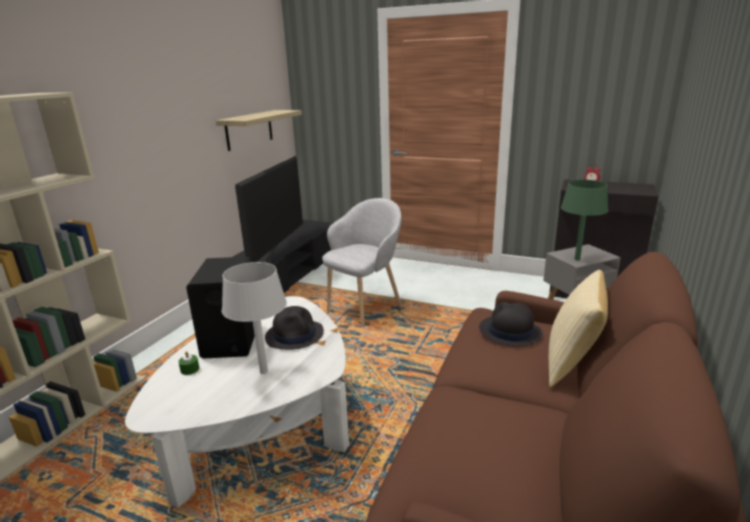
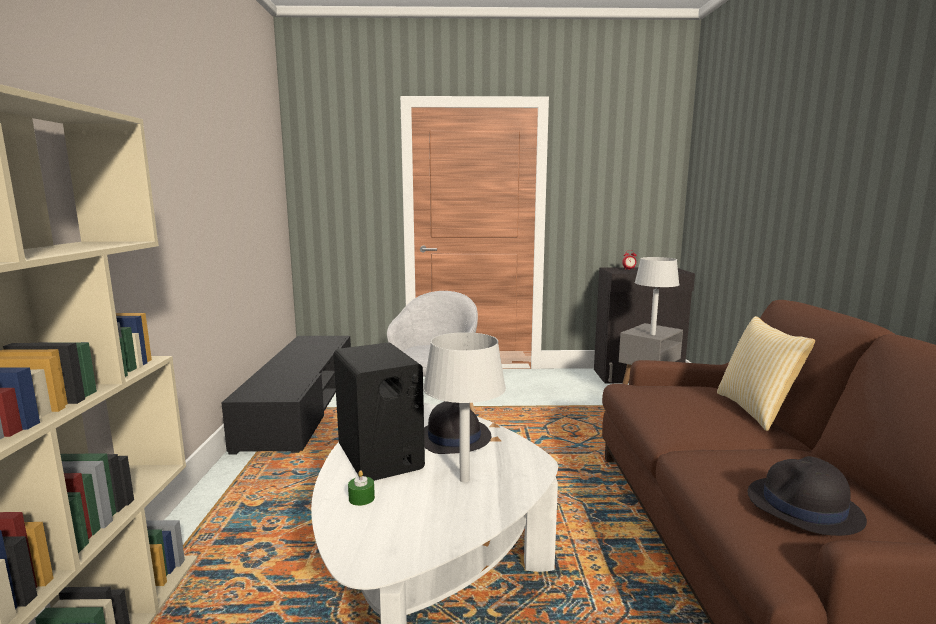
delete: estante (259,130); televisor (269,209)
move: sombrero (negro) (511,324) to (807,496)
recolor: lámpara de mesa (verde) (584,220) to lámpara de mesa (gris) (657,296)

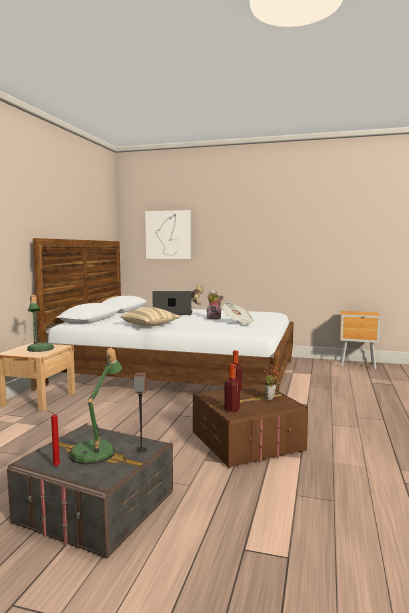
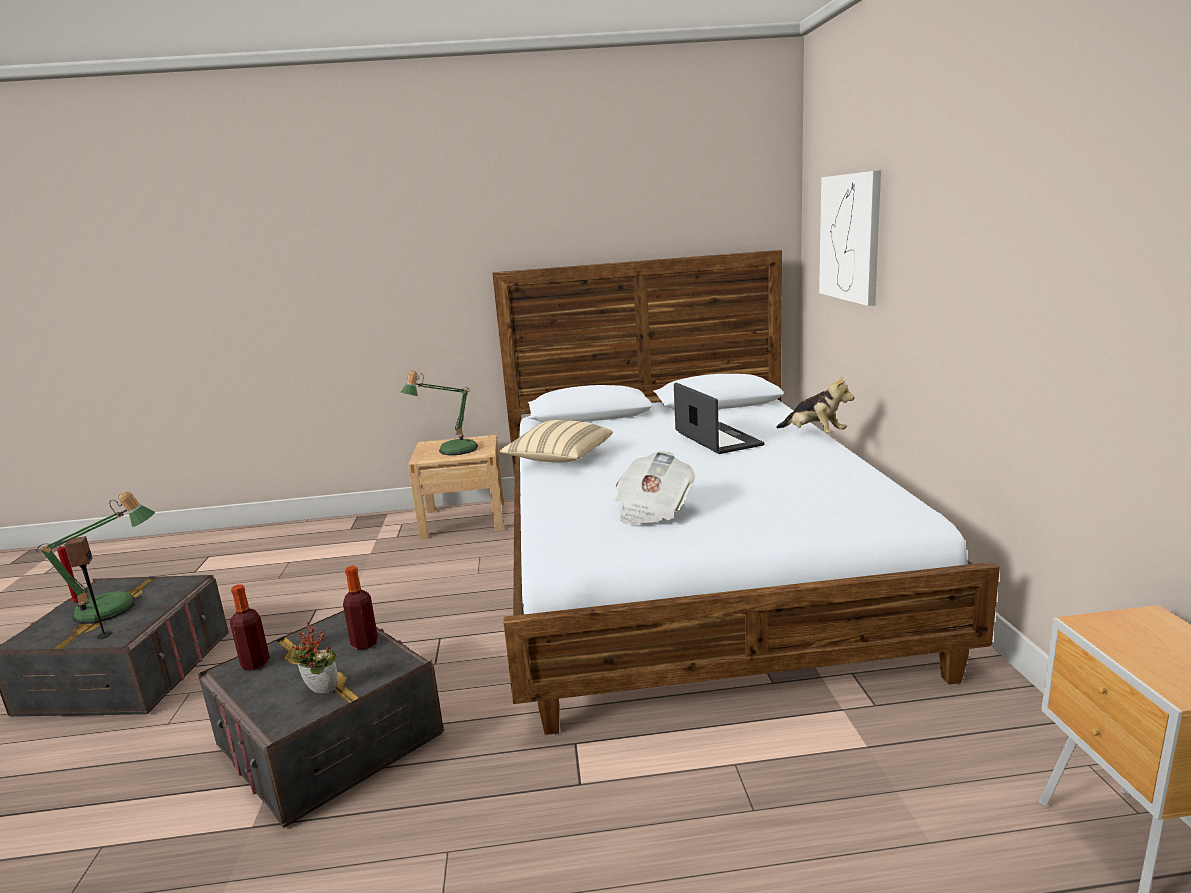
delete: peluche (215,304)
recolor: caja de almacenaje (marrón) (250,425) to caja de almacenaje (gris) (321,720)

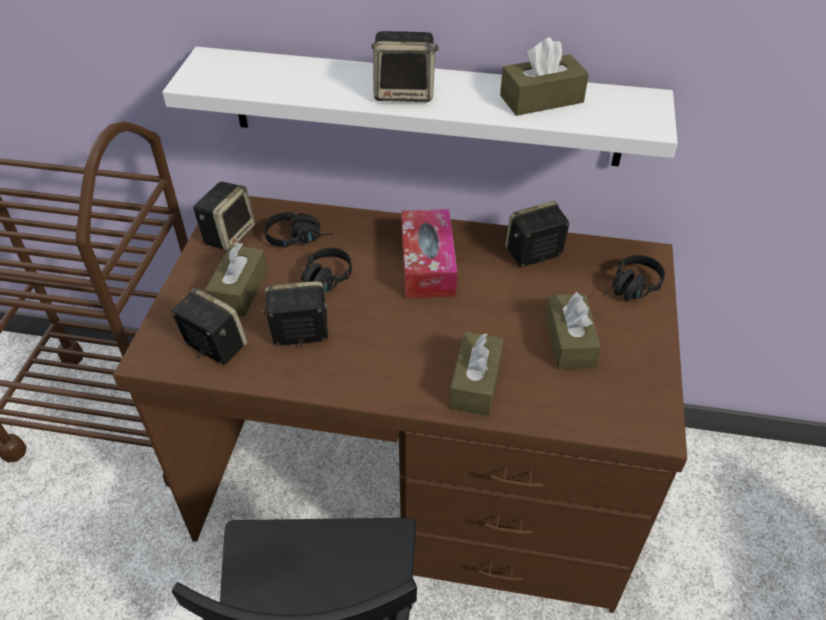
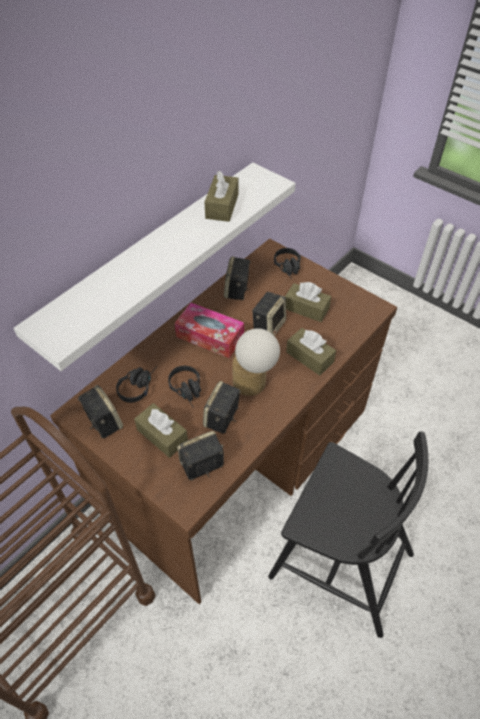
insert: lámpara de mesa (256,362)
move: altavoz (405,66) to (269,314)

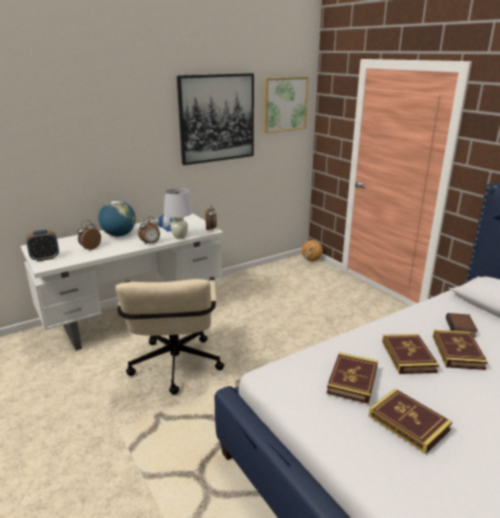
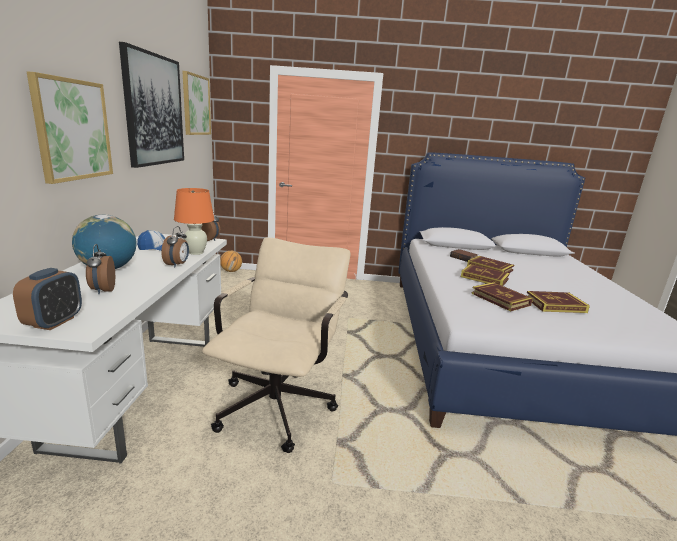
insert: cuadro (70,127)
recolor: lámpara de mesa (blanco) (178,213) to lámpara de mesa (naranja) (194,221)
rotate: silla de oficina (beis) (170,336) = (276,345) 105 degrees counterclockwise

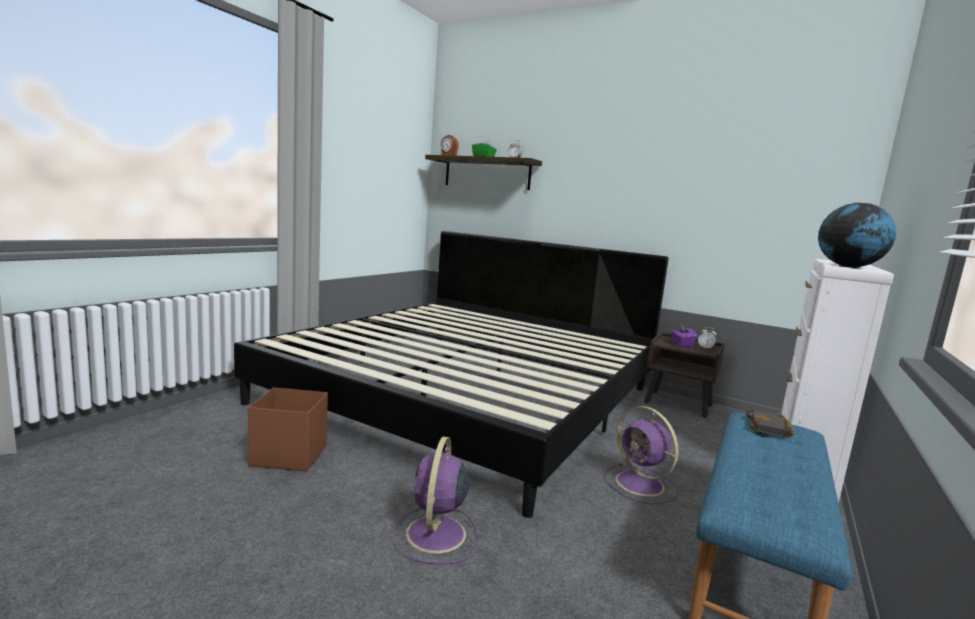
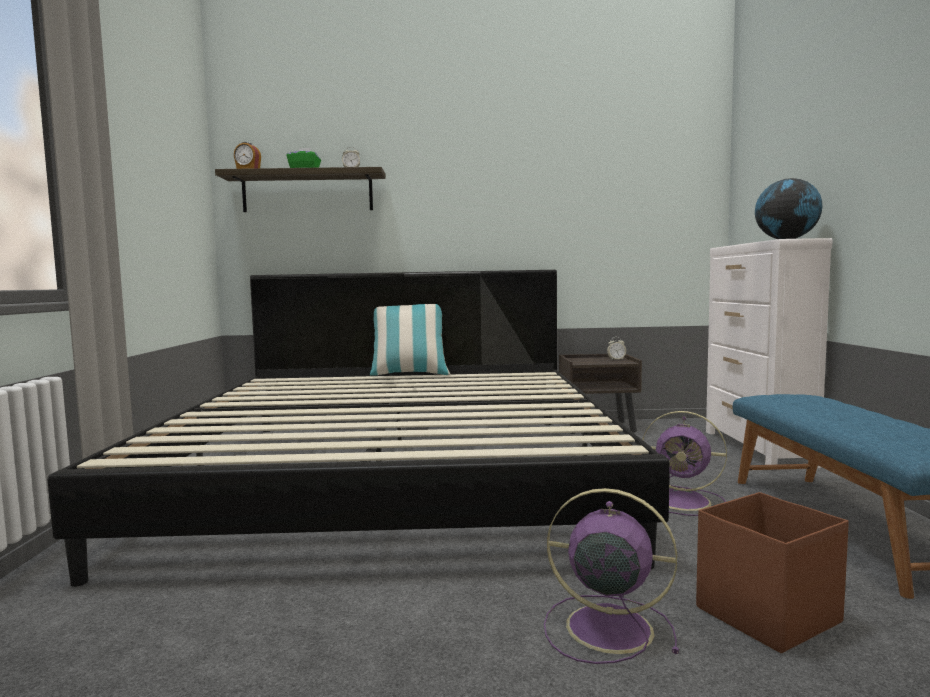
delete: caja de pañuelos (morado) (684,336); libro (negro) (770,423)
insert: cojín (410,340)
move: caja de almacenaje (marrón) (288,429) to (772,572)
rotate: ventilador (morado) (436,501) = (611,576) 135 degrees clockwise

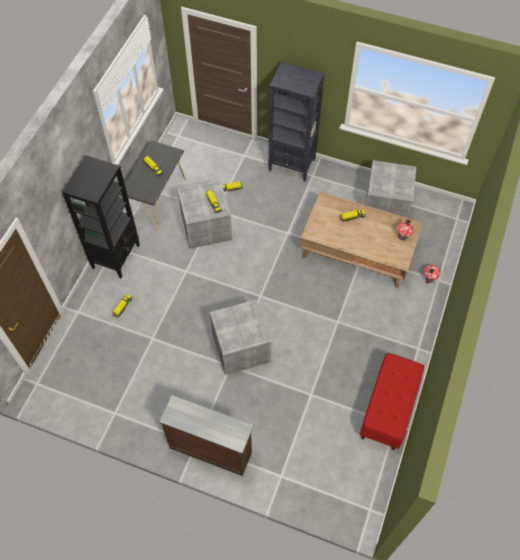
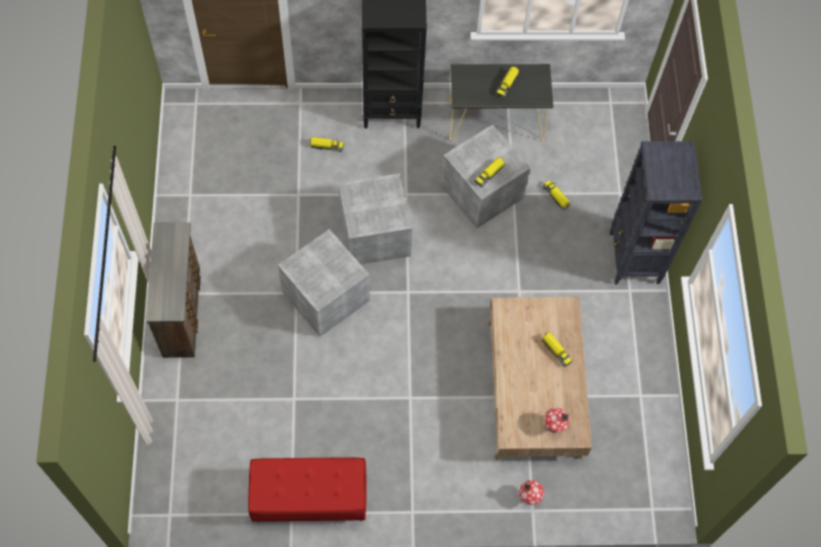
move: caja de almacenaje (gris) (390,189) to (375,219)

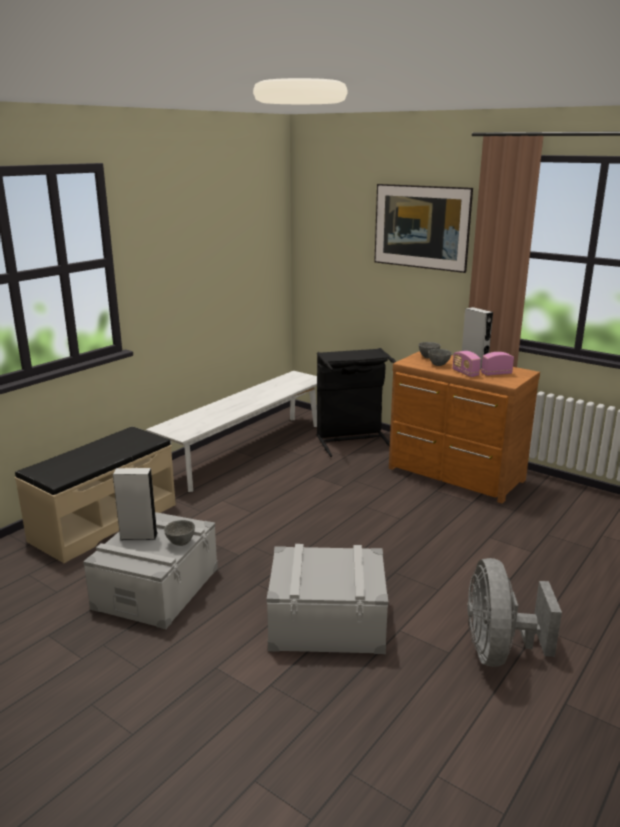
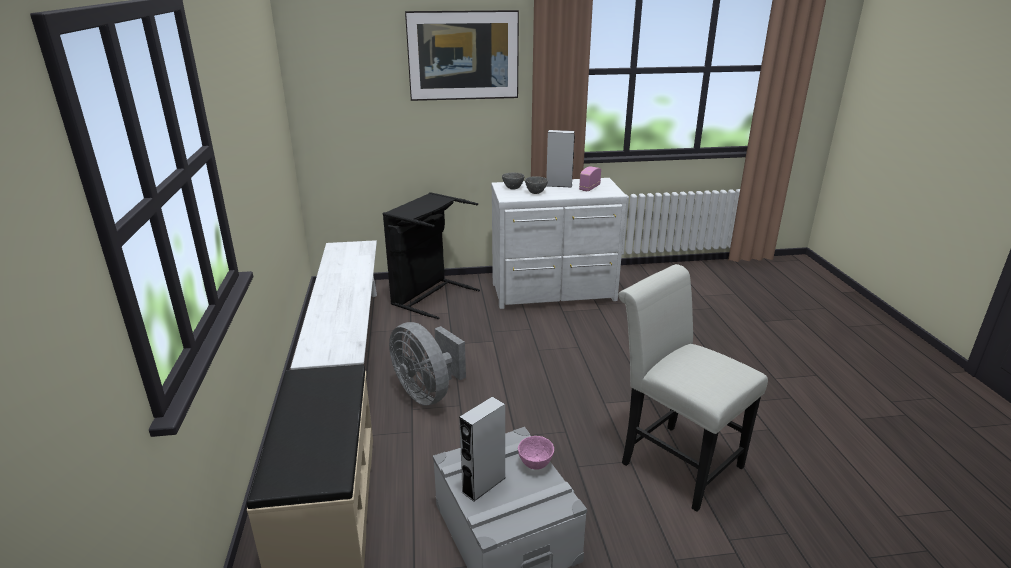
delete: radio (467,364)
move: ventilador (gris) (514,612) to (427,364)
replace: caja de almacenaje (gris) (327,599) to silla (blanco) (693,388)
recolor: cómoda (marrón) (464,427) to cómoda (blanco) (559,243); cuenco (gris) (179,533) to cuenco (rosa) (536,453)

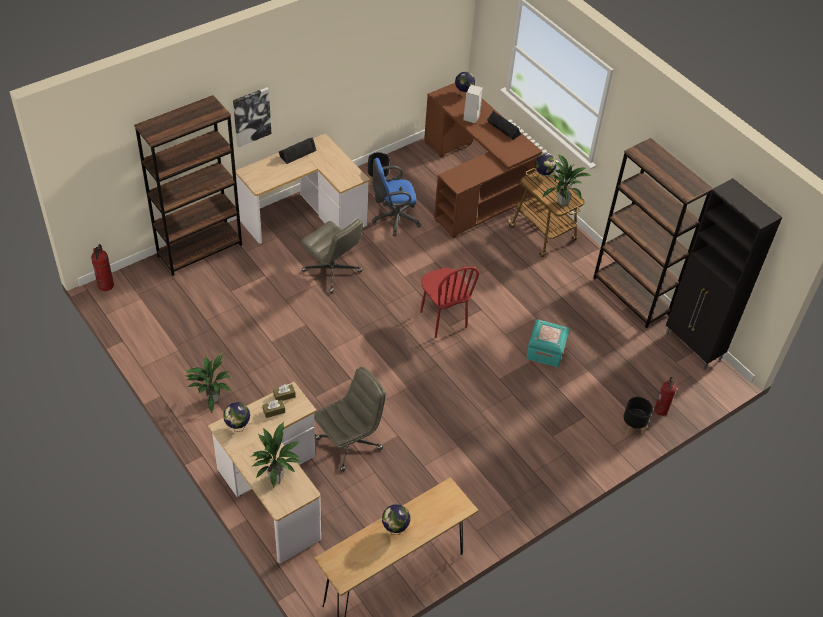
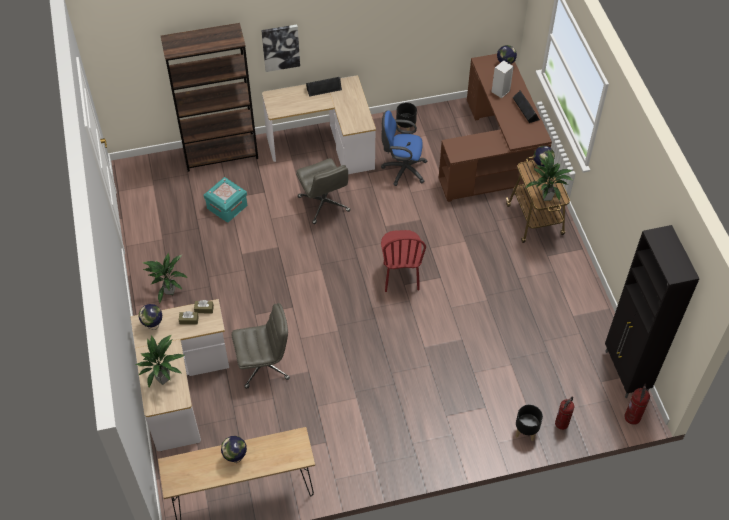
delete: estantería (marrón) (653,233)
move: extintor (102,267) to (637,404); caja de almacenaje (turquesa) (548,343) to (225,199)

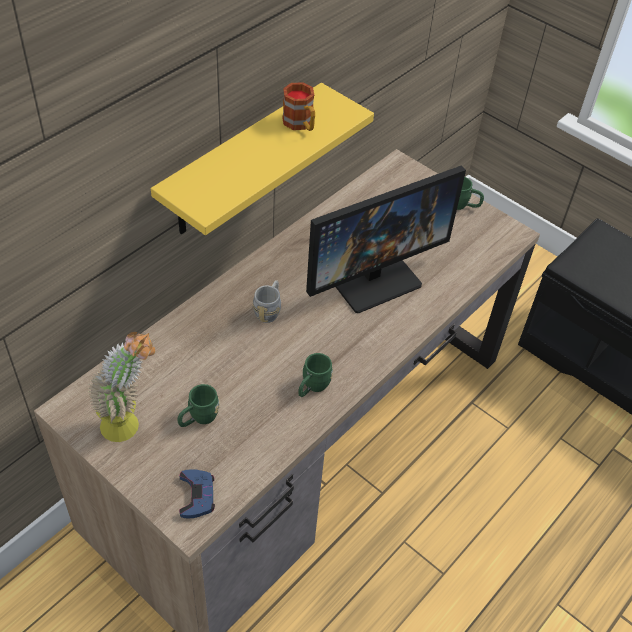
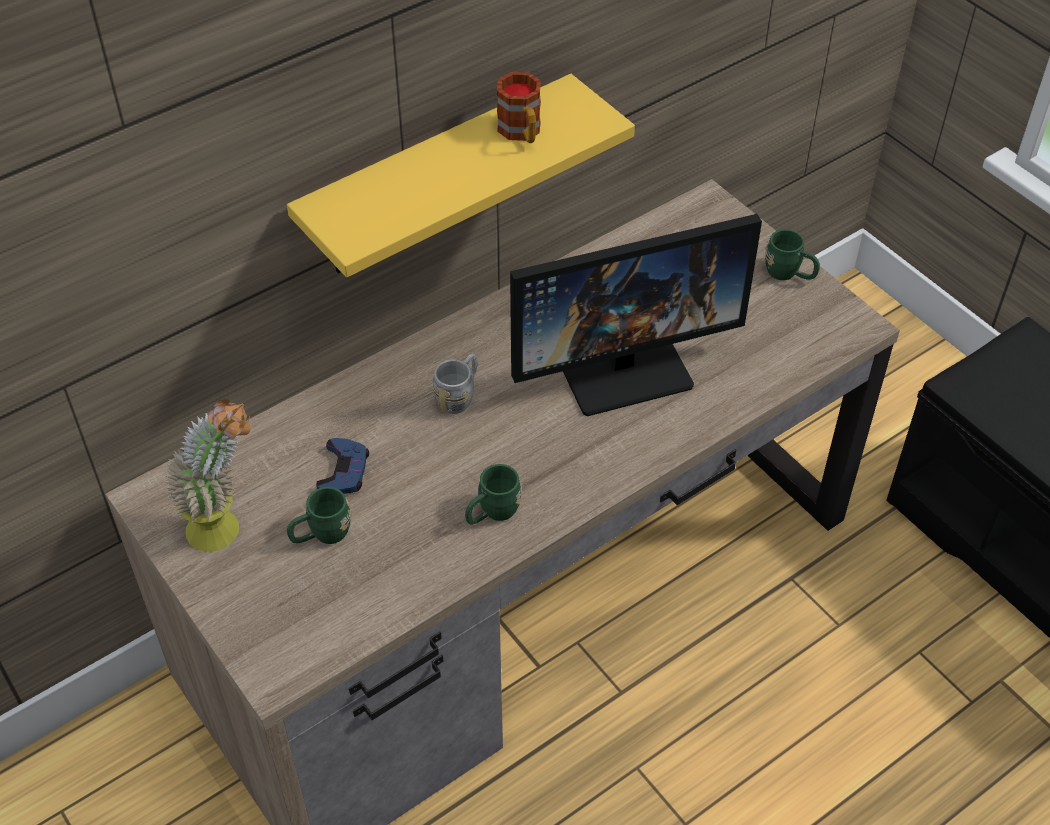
move: mando de consola (azul) (197,493) to (342,466)

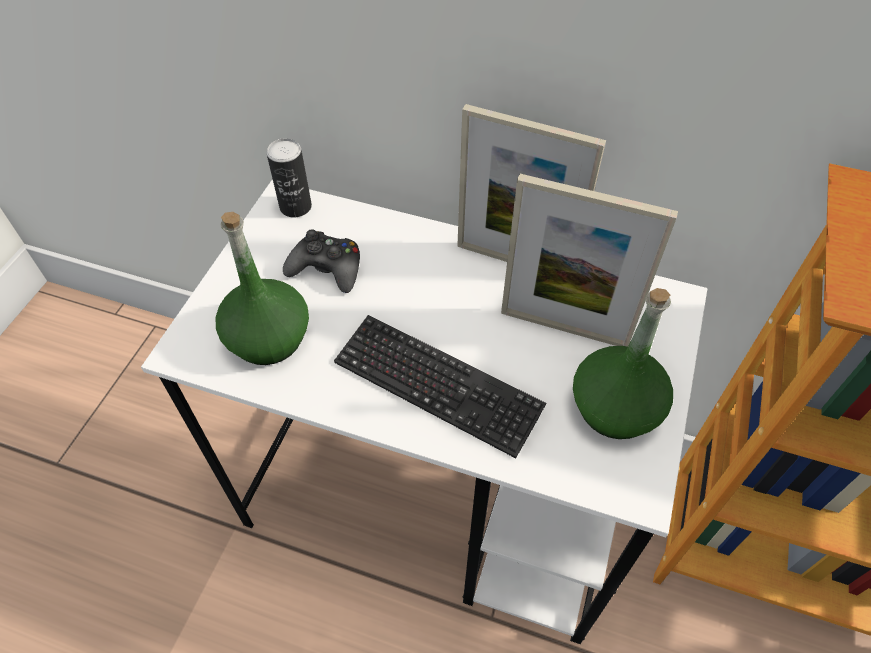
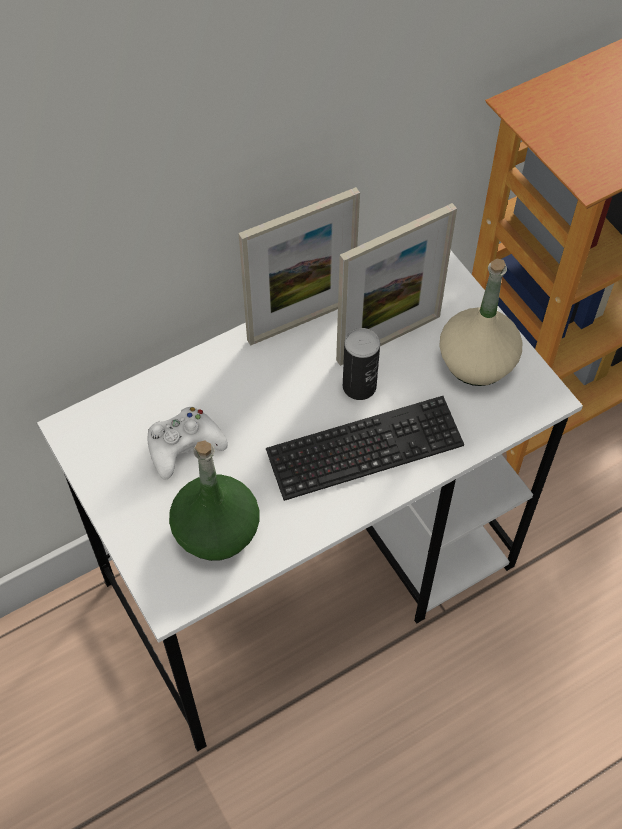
move: lata (289,177) to (361,364)
recolor: mando de consola (negro) (321,261) to mando de consola (blanco) (188,443); botella (verde) (623,363) to botella (beis) (480,322)

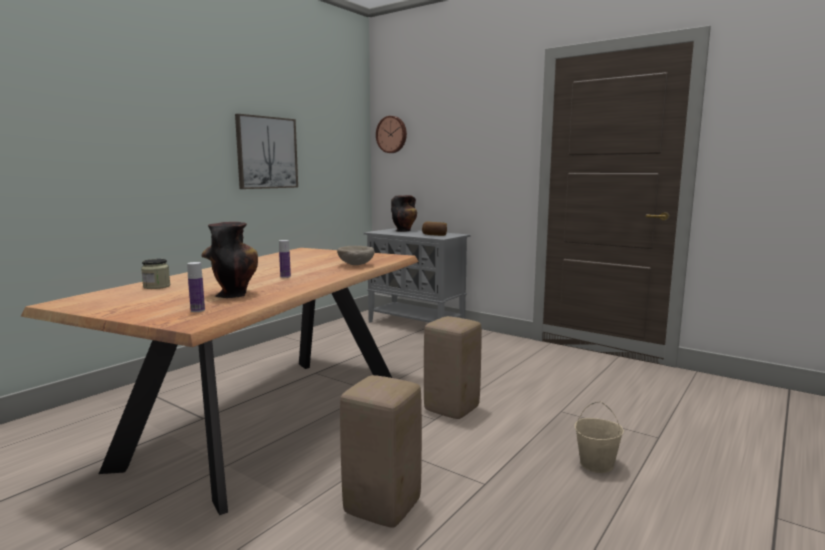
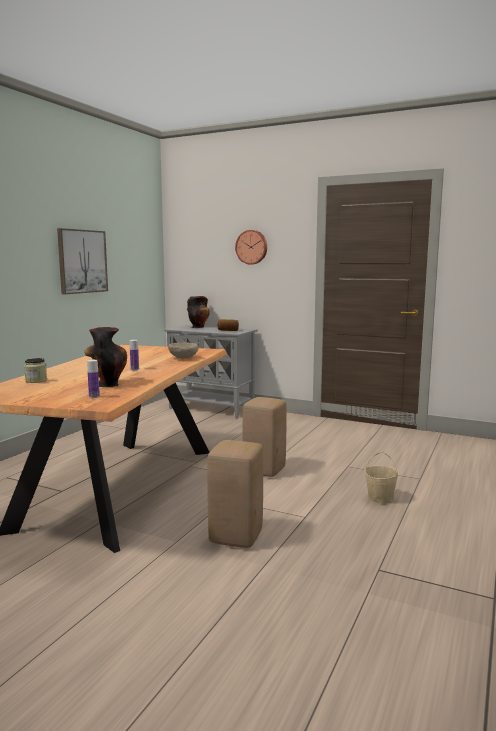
move: reloj de pared (391,134) to (251,247)

